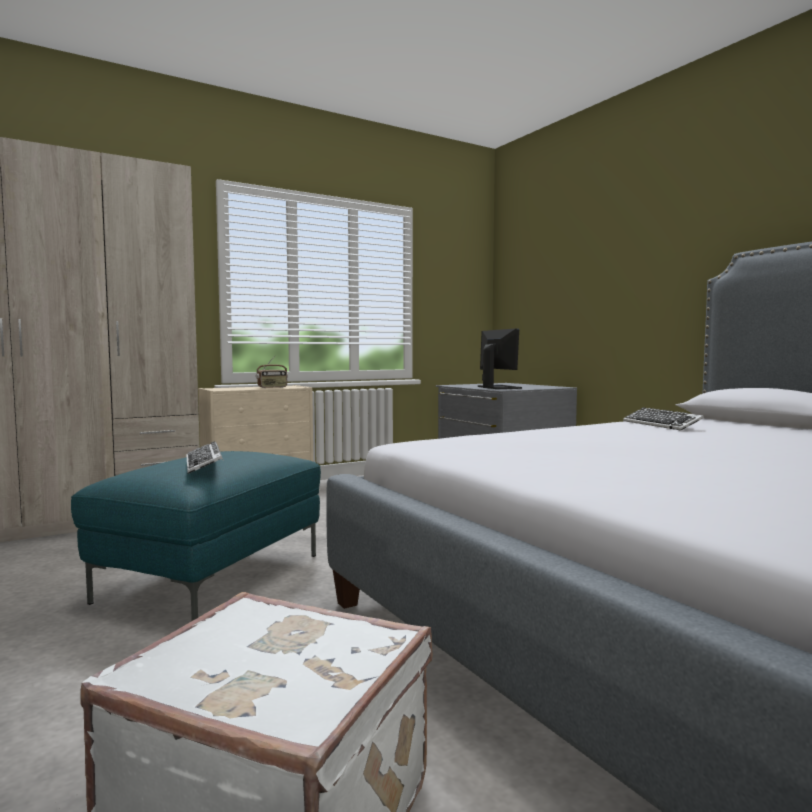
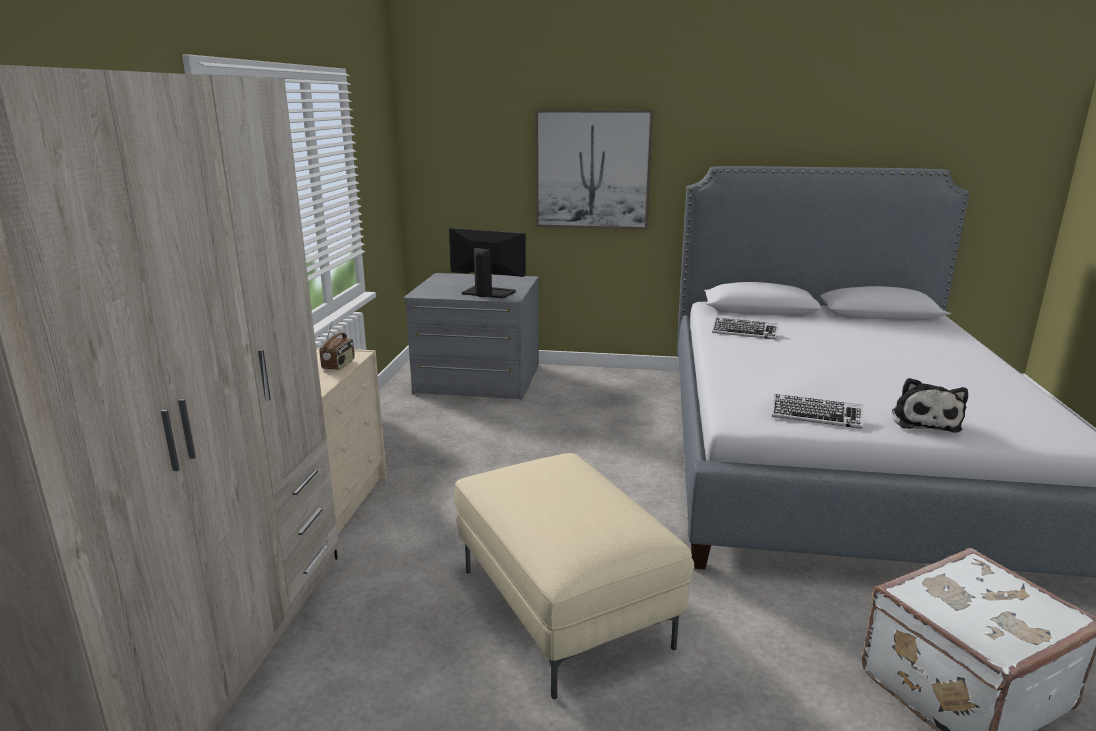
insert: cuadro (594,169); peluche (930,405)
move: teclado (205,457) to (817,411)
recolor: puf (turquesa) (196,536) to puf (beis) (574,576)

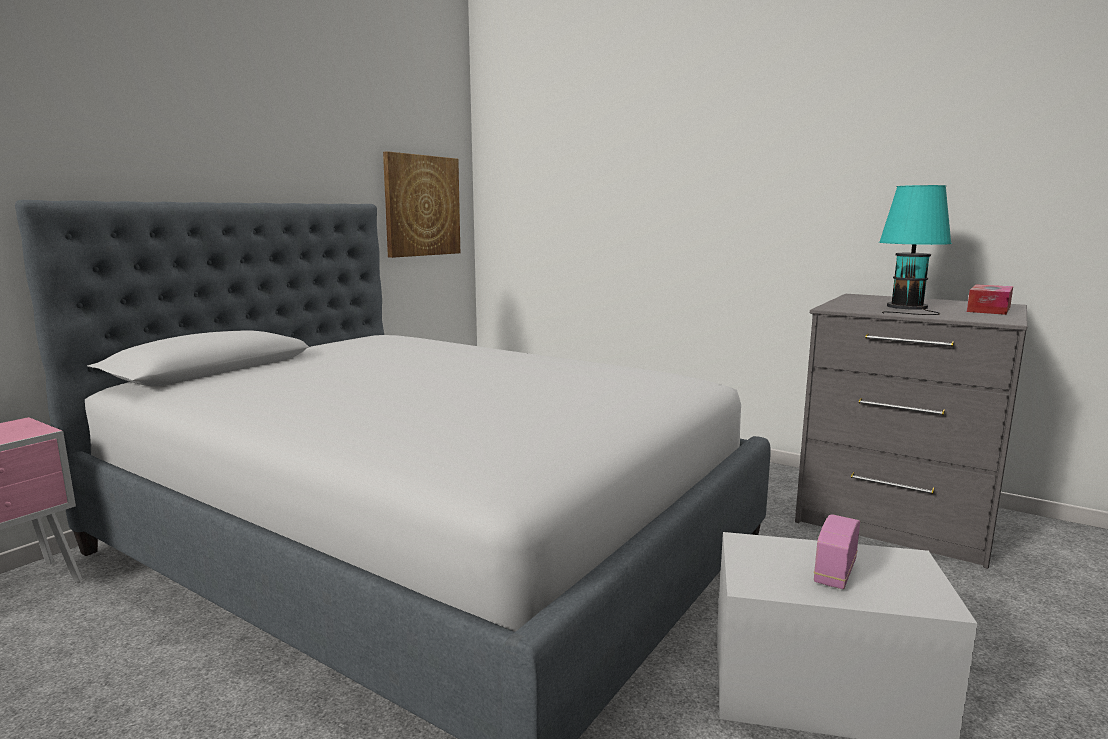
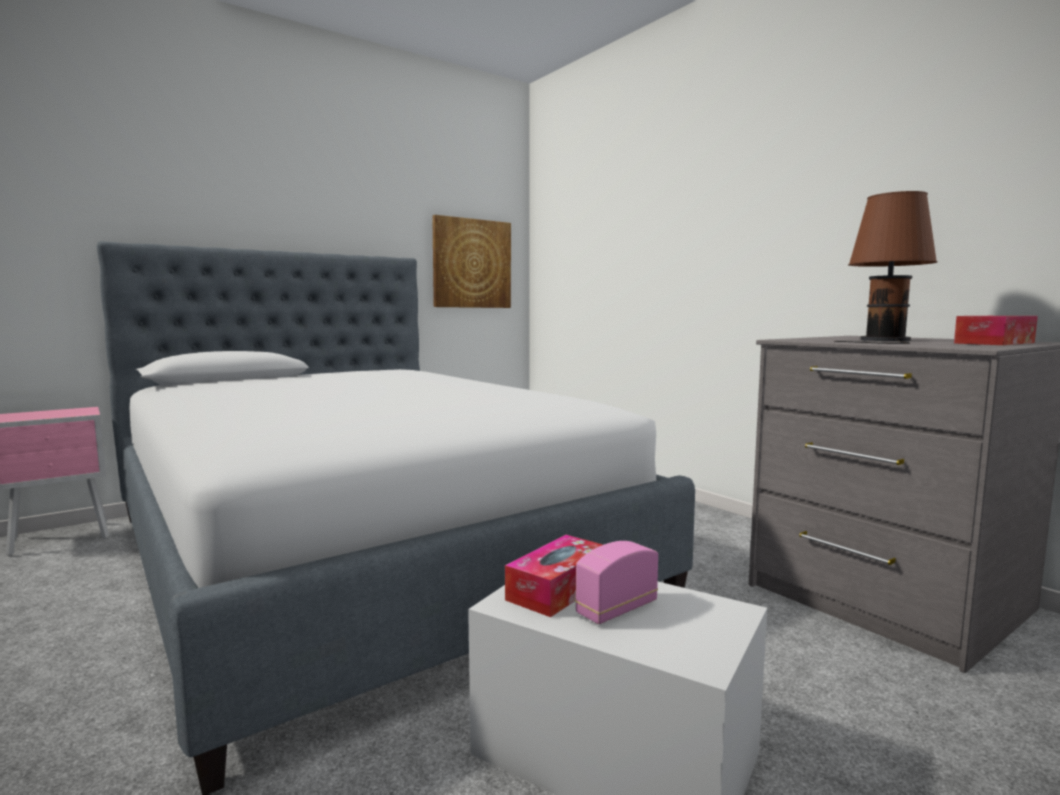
insert: caja de pañuelos (554,576)
recolor: lámpara de mesa (turquesa) (915,250) to lámpara de mesa (marrón) (886,267)

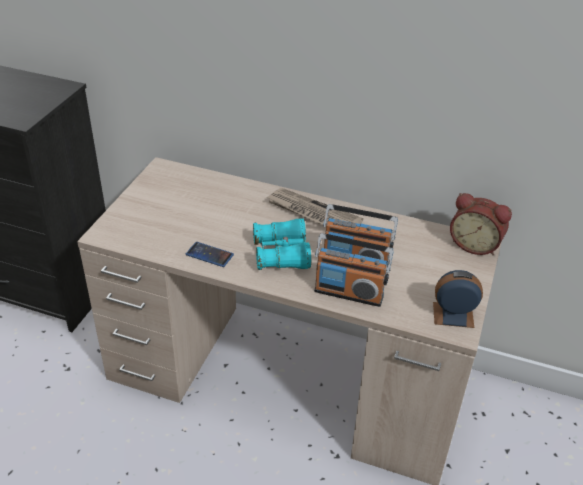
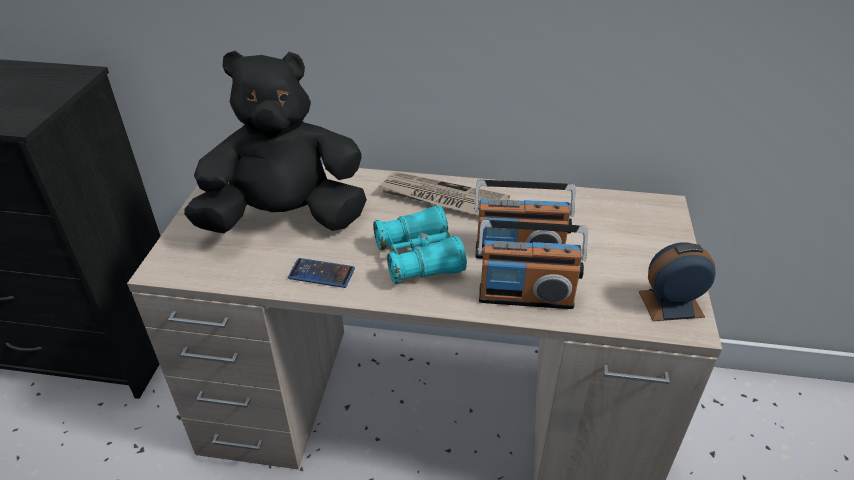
delete: despertador (481,224)
insert: peluche (negro) (275,142)

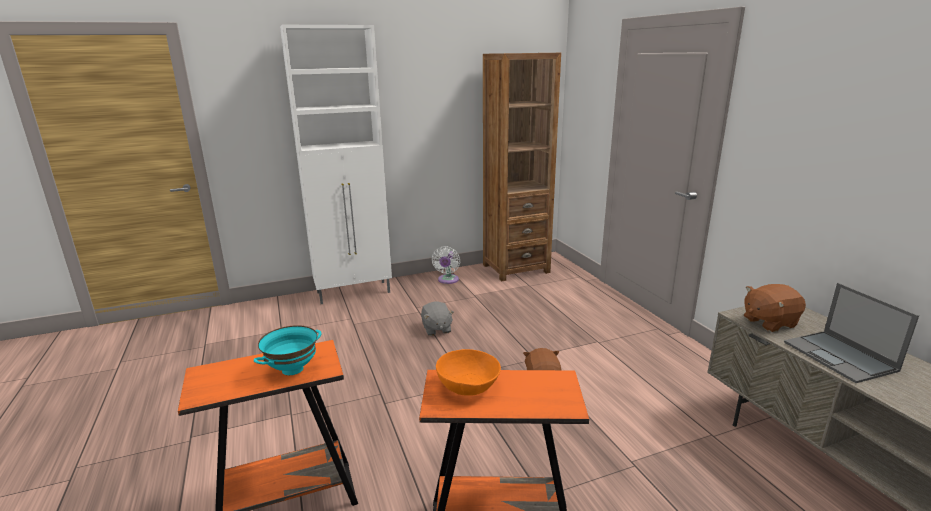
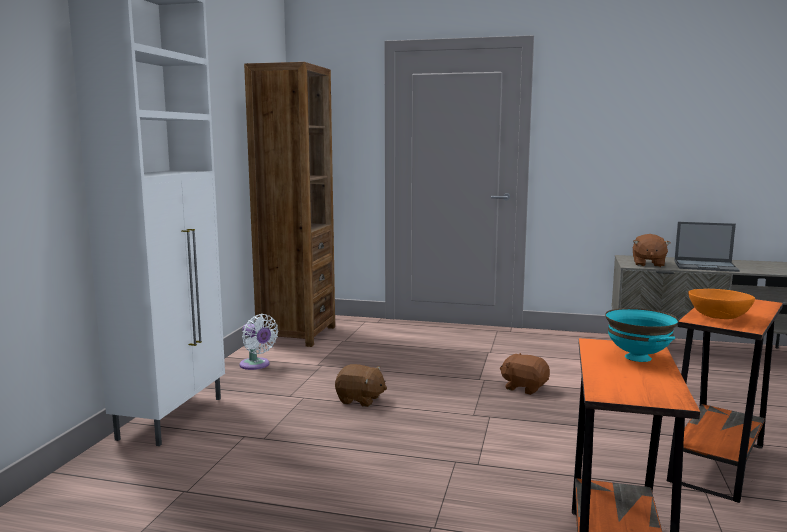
recolor: peluche (gris) (437,319) to peluche (marrón) (361,385)

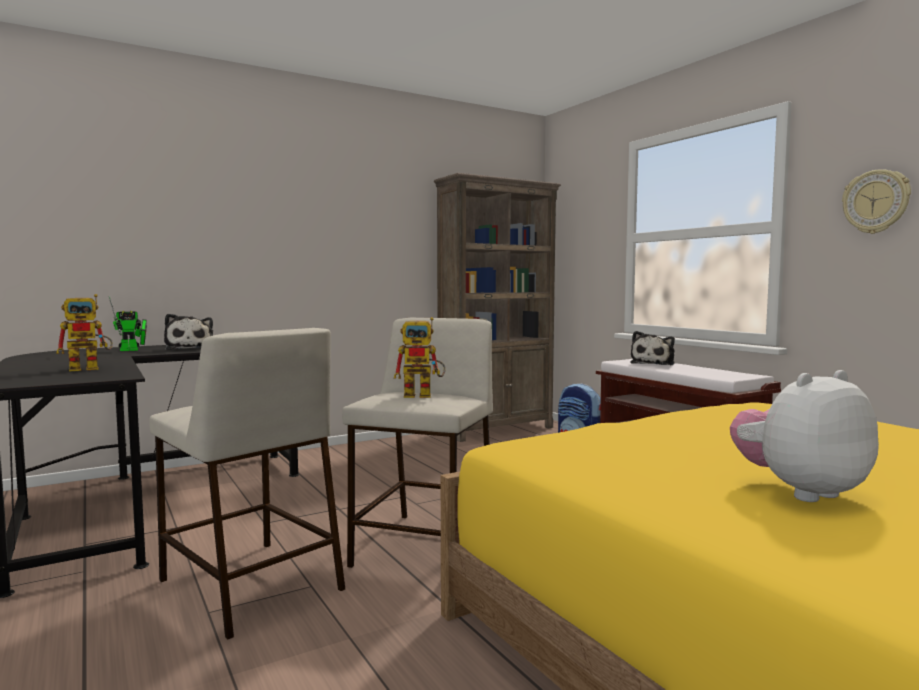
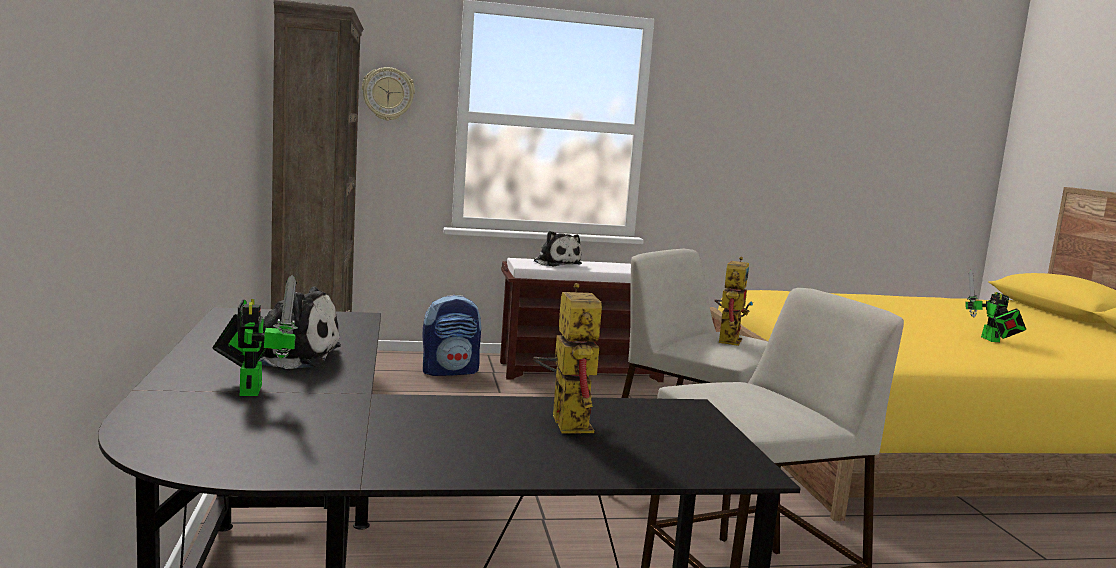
move: reloj de pared (876,201) to (388,94)
replace: peluche (804,436) to robot de juguete (996,306)

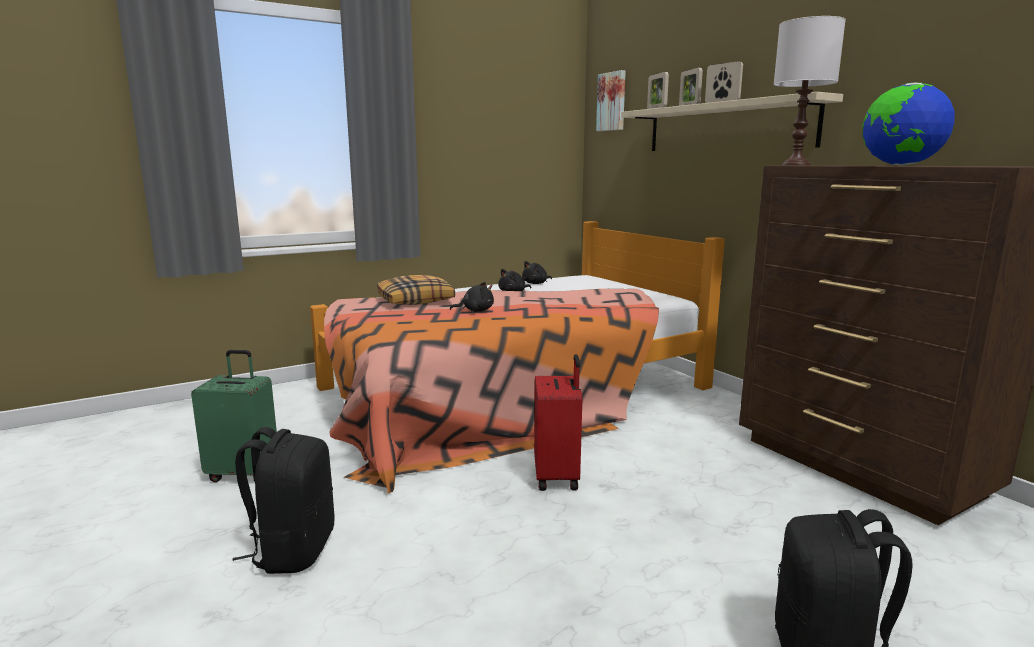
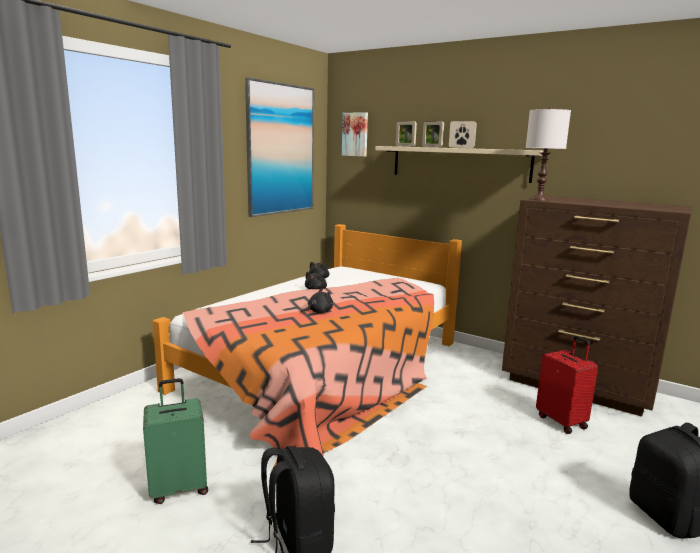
delete: globo terráqueo (908,124); cojín (416,290)
insert: cuadro (279,147)
move: maleta (rojo) (558,422) to (567,385)

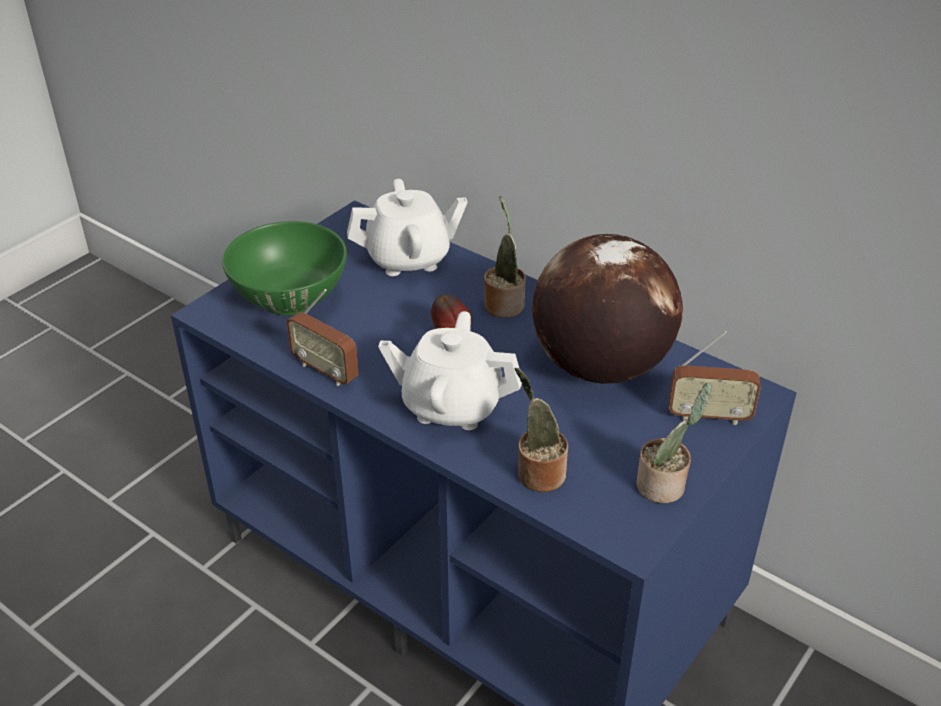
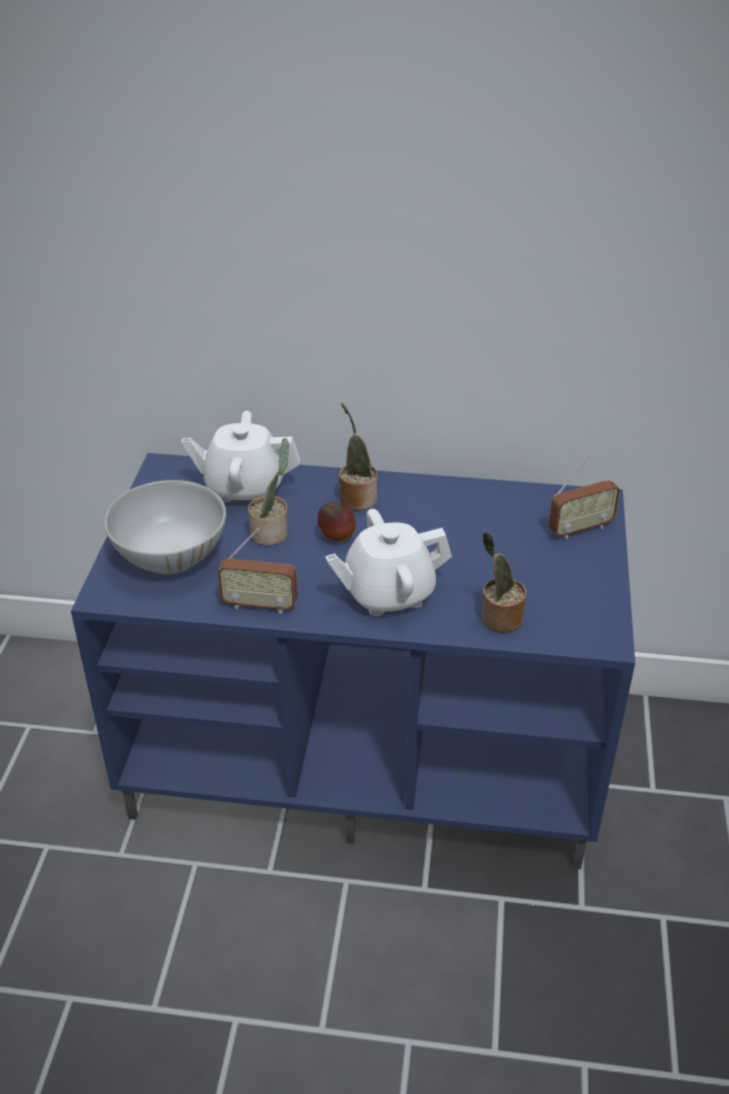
delete: globo terráqueo (607,309)
move: planta en maceta (674,443) to (268,492)
recolor: cuenco (verde) (284,268) to cuenco (blanco) (165,527)
rotate: tetera (blanco) (407,227) = (240,457) 135 degrees counterclockwise

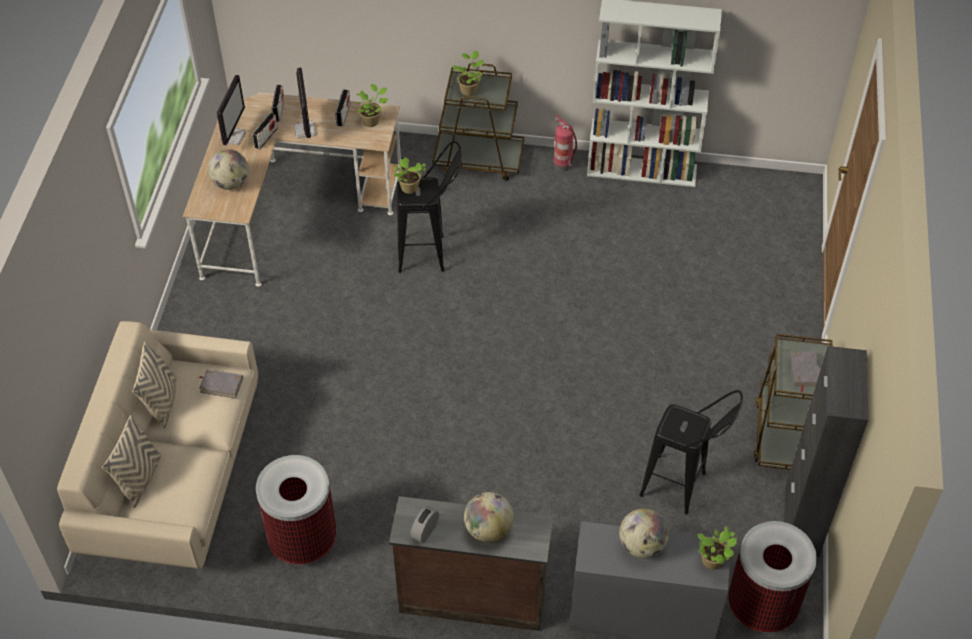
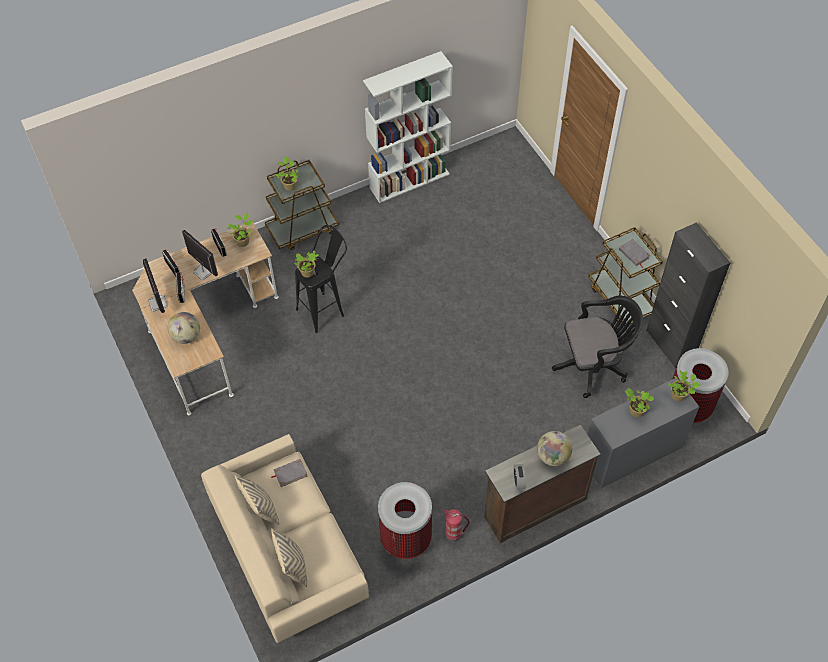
move: extintor (565,143) to (456,525)
replace: taburete (negro) (691,452) to silla de oficina (negro) (597,347); globo terráqueo (644,533) to planta en maceta (639,402)

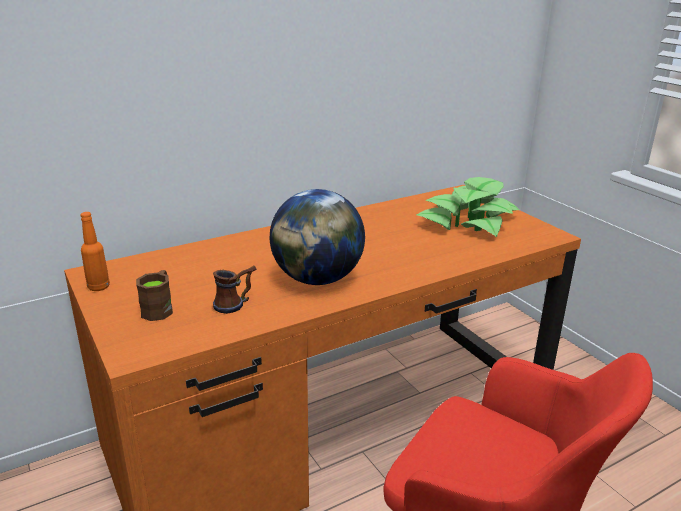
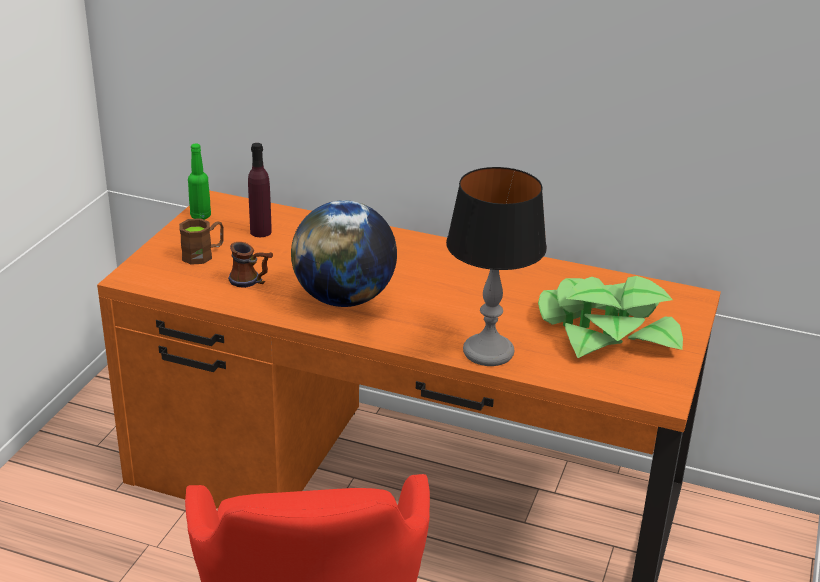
insert: botella (morado) (260,190); lámpara de mesa (496,266)
recolor: botella (naranja) (95,251) to botella (verde) (199,182)

